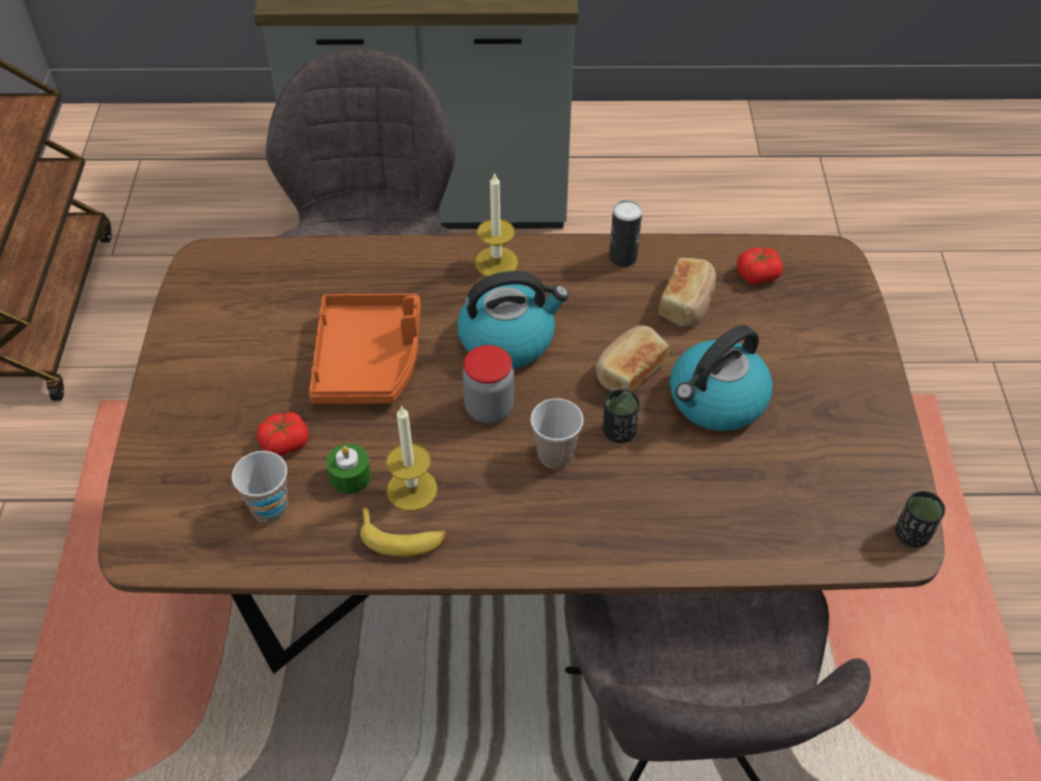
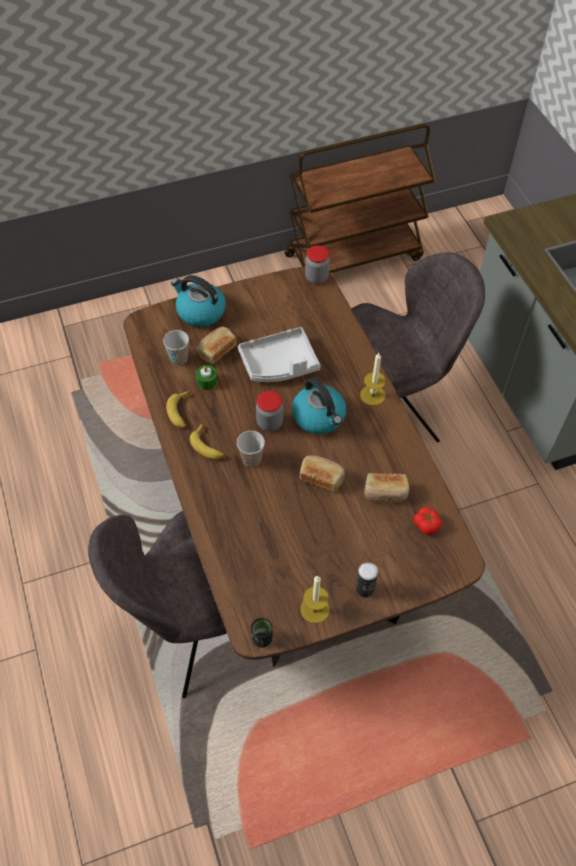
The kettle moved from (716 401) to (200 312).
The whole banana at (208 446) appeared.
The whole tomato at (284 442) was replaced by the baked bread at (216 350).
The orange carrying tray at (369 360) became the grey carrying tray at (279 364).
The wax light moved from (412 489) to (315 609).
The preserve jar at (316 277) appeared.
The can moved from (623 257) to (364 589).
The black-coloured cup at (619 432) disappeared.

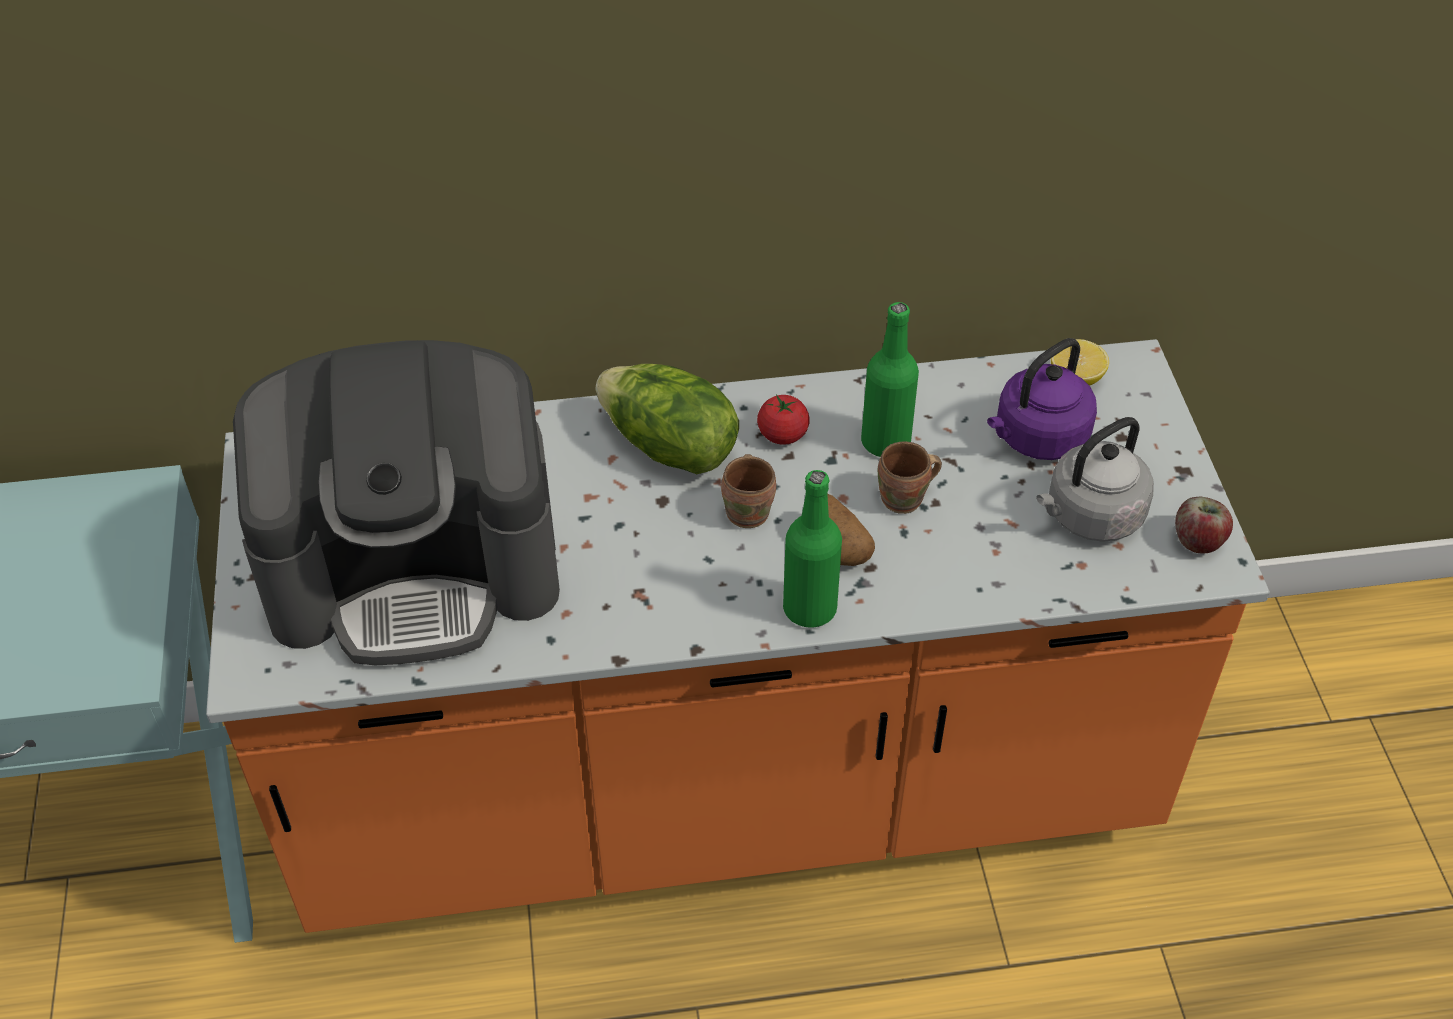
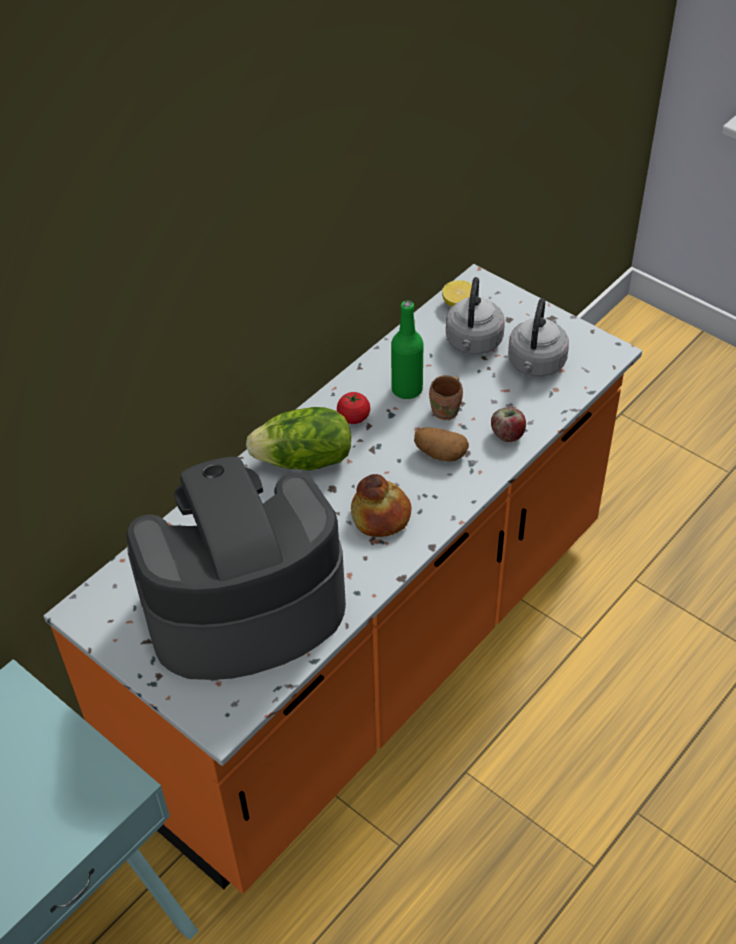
The coffee brewer at (415 565) turned 150 degrees counterclockwise.
The baked bread at (381 515) appeared.
The purple-coloured kettle at (1037 438) became the grey kettle at (473 343).
The apple fruit moved from (1198 541) to (507 435).
The brownish coffee mug at (750 512) disappeared.
The green-coloured beverage bottle at (809 608) disappeared.

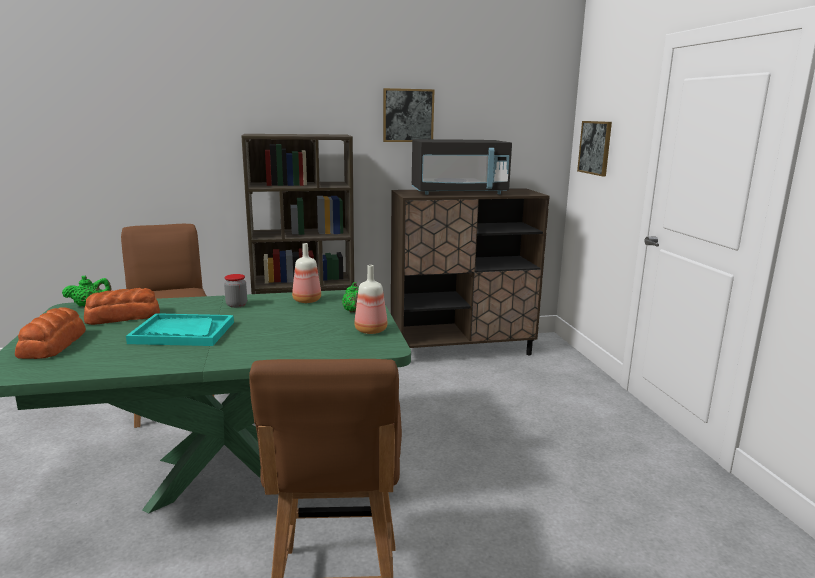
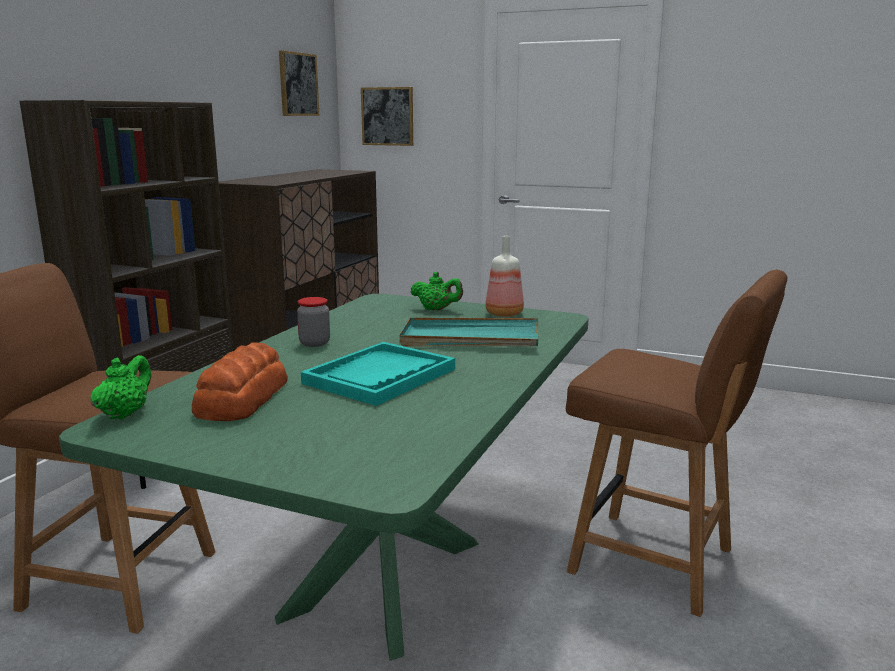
The picture moved from (408 115) to (298 84).
The turquoise-coloured carrying tray at (470 338) appeared.
The baked bread at (54 344) disappeared.
The beverage bottle at (306 300) disappeared.
The black-coloured kitchen microwave at (459 193) disappeared.

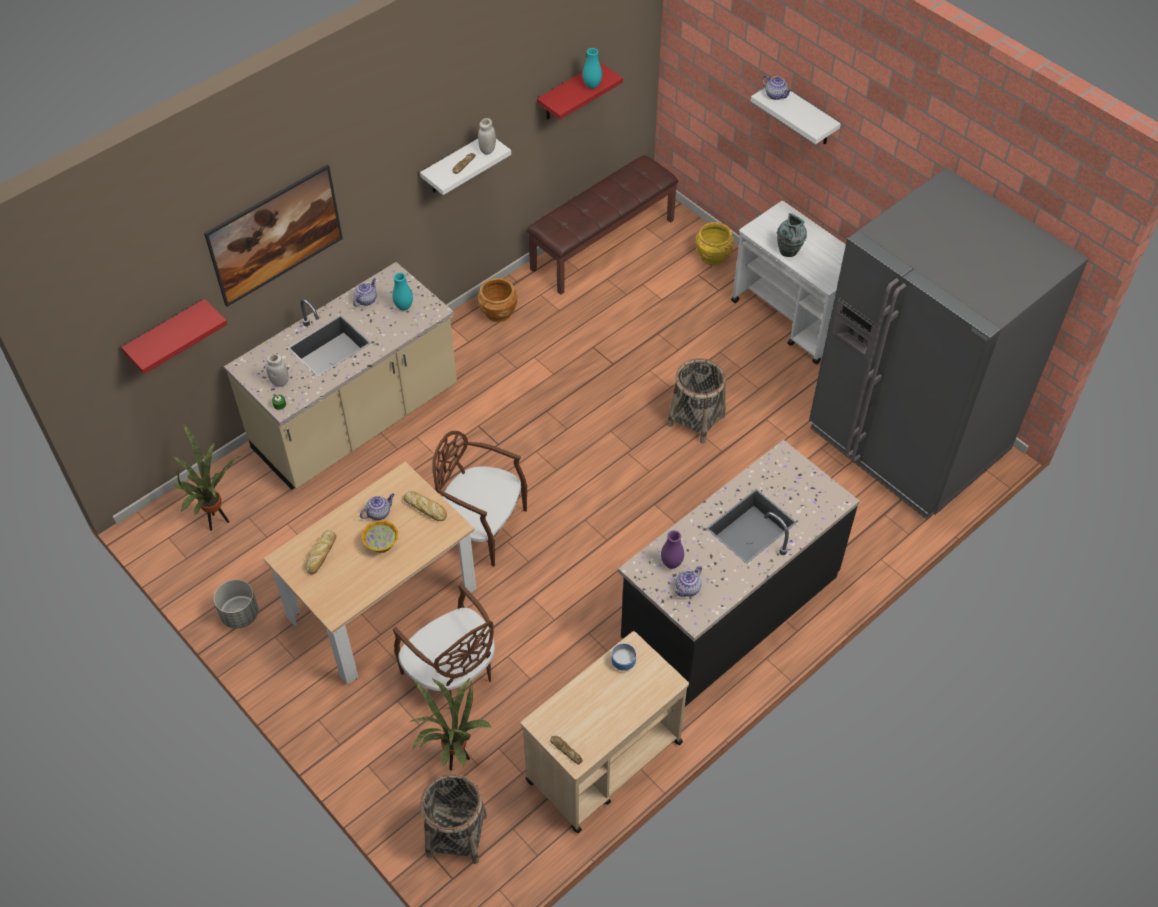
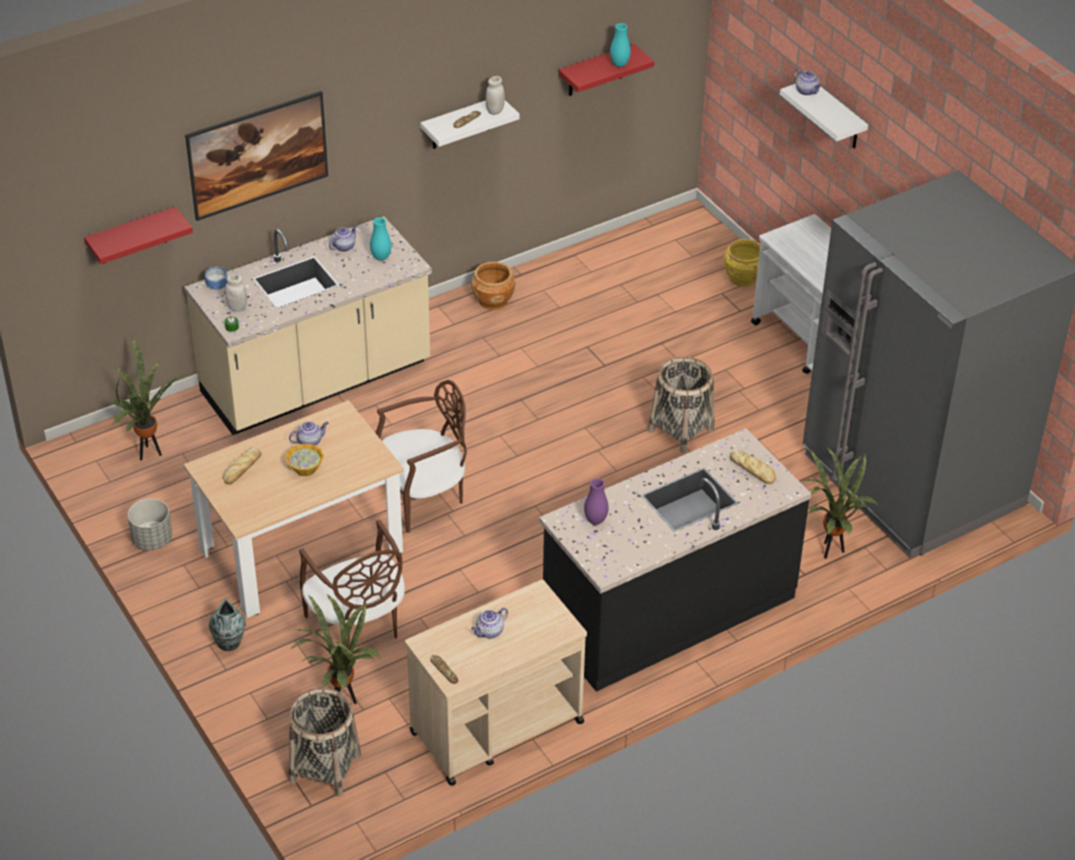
The deep dish moved from (622 662) to (216 285).
The decorative vase moved from (788 251) to (229 643).
The brownish plain chair at (482 526) turned 120 degrees clockwise.
The tea pot moved from (687 589) to (489 632).
The baked bread moved from (426 508) to (753 470).
The potted plant at (829 551) appeared.
The brownish indoor bench at (602 244) disappeared.

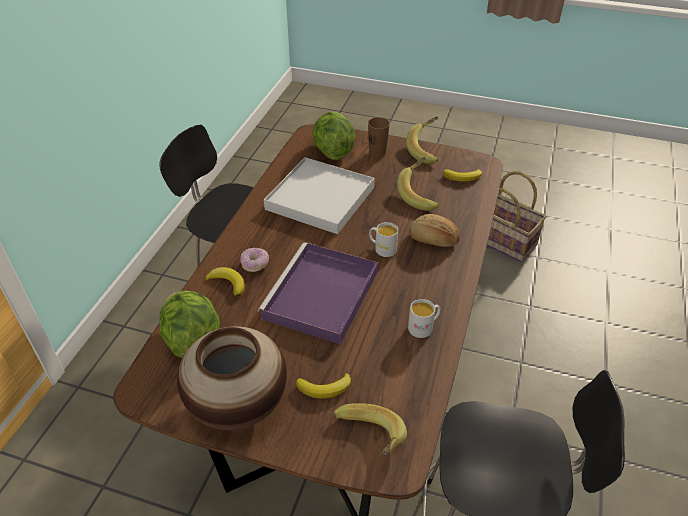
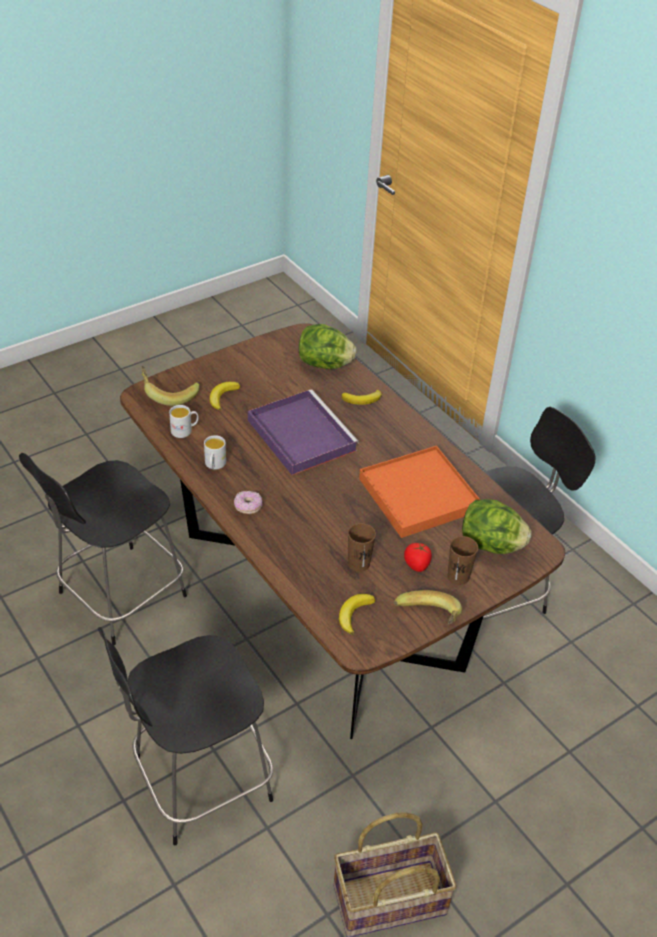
The black-coloured plain chair at (198 781) appeared.
The white-coloured coffee mug moved from (382 248) to (185 430).
The doughnut moved from (255 264) to (248 507).
The whole banana at (421 194) was replaced by the brownish cup at (359 563).
The white-coloured carrying tray at (320 198) became the orange carrying tray at (418 495).
The whole tomato at (417 564) appeared.
The decorative vase at (239 405) disappeared.
The baked bread at (433 240) disappeared.

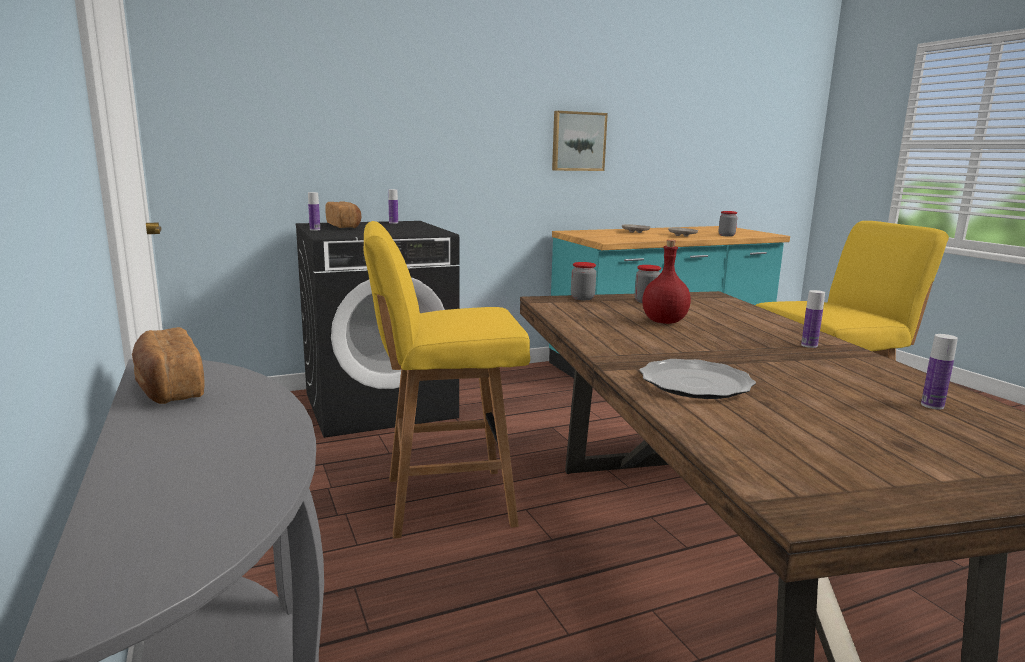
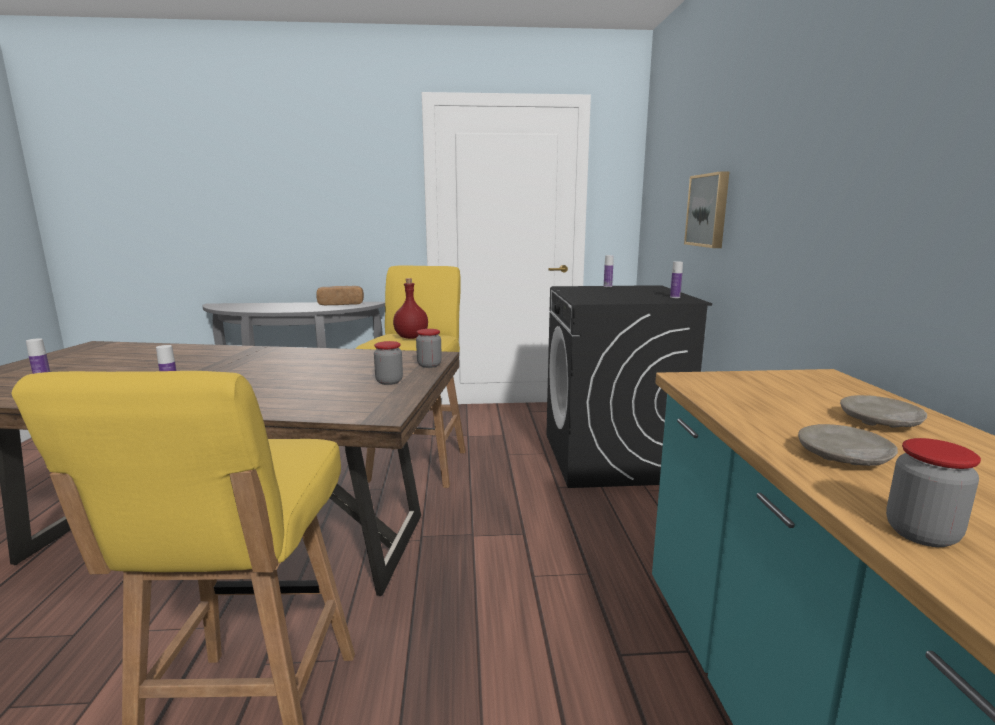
The red-coloured beverage bottle moved from (664 322) to (411 337).
The picture moved from (578 141) to (709 210).
The baked bread at (344 226) disappeared.
The plate at (695 383) disappeared.

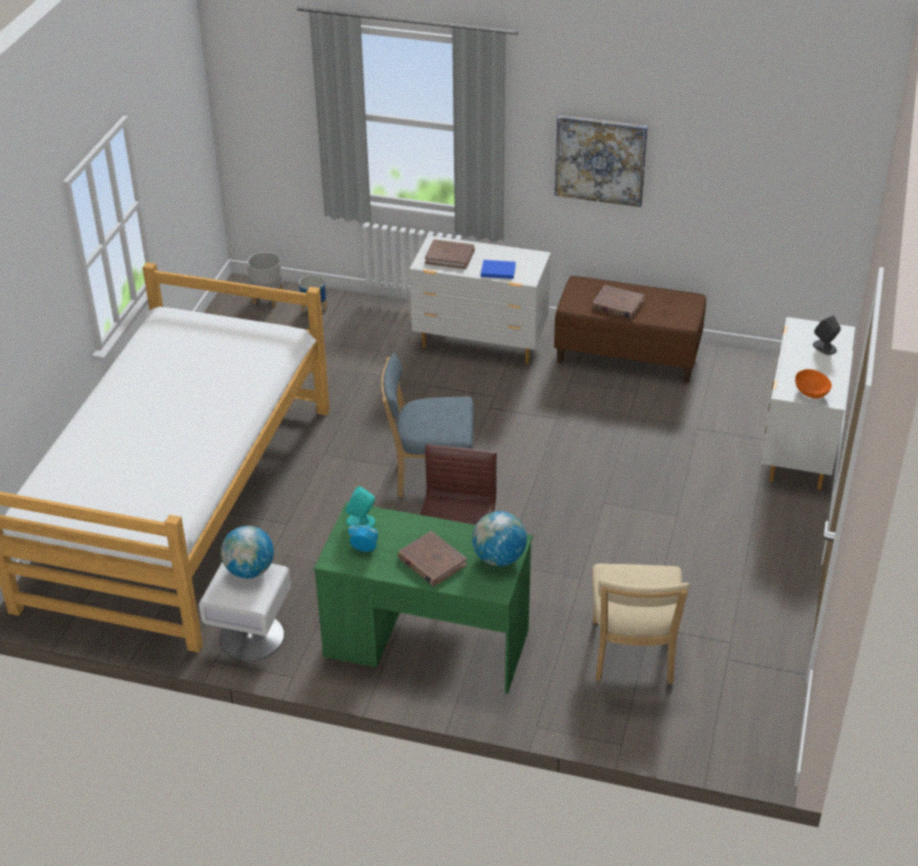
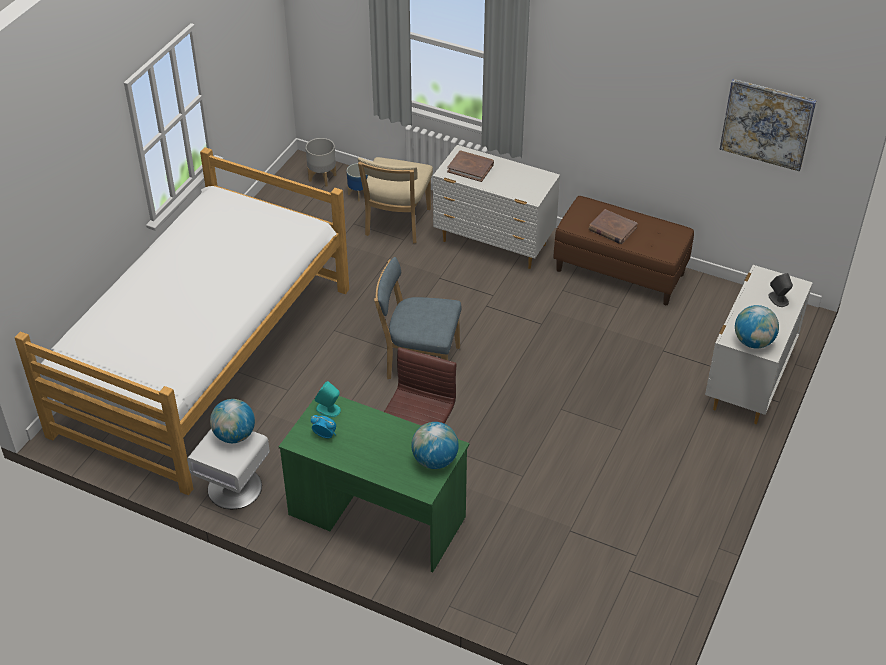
The sand-coloured plain chair moved from (632 656) to (396 224).
The picture moved from (600 160) to (767 124).
The orange deep dish at (811 393) was replaced by the world globe at (753 342).
The brownish volume at (431 561) disappeared.
The blue volume at (497 270) disappeared.

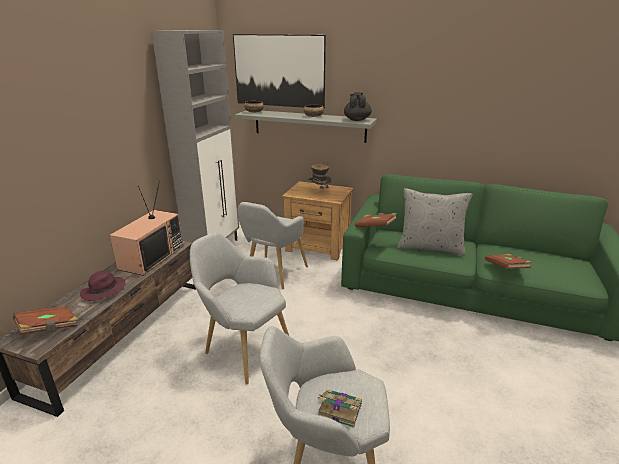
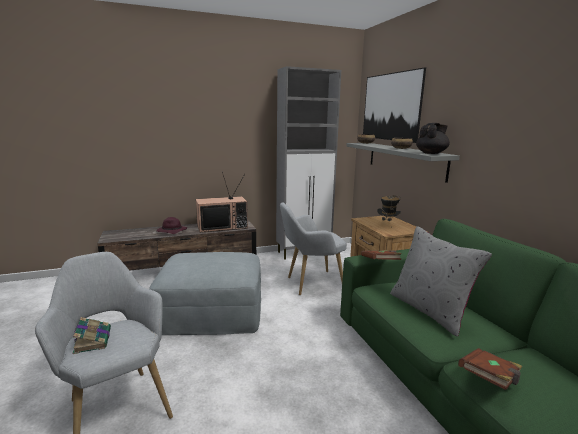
The grey easy chair at (243 348) was replaced by the grey footrest at (211 311).
The brownish volume at (49 328) disappeared.

